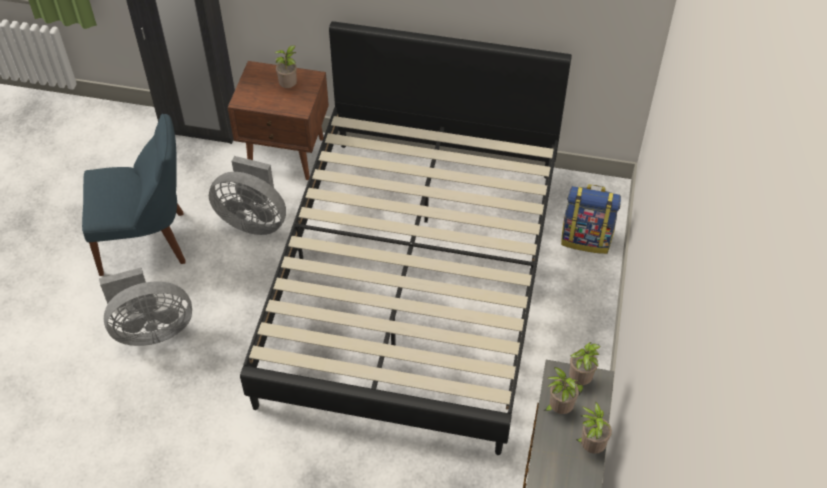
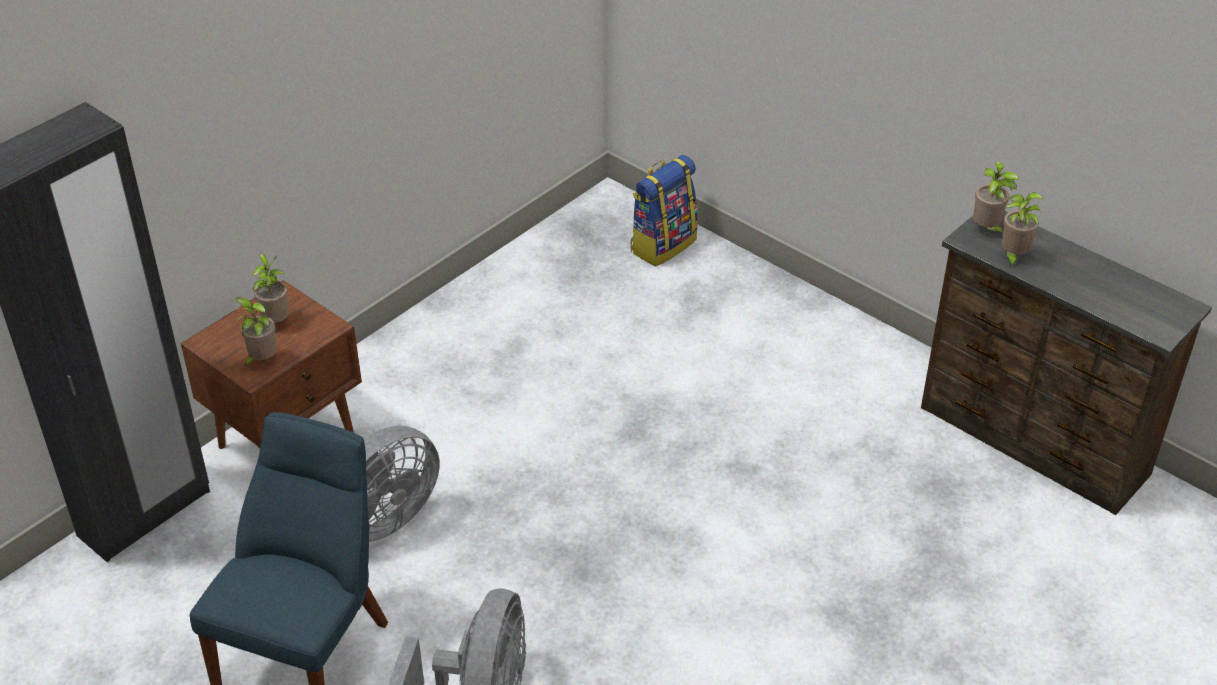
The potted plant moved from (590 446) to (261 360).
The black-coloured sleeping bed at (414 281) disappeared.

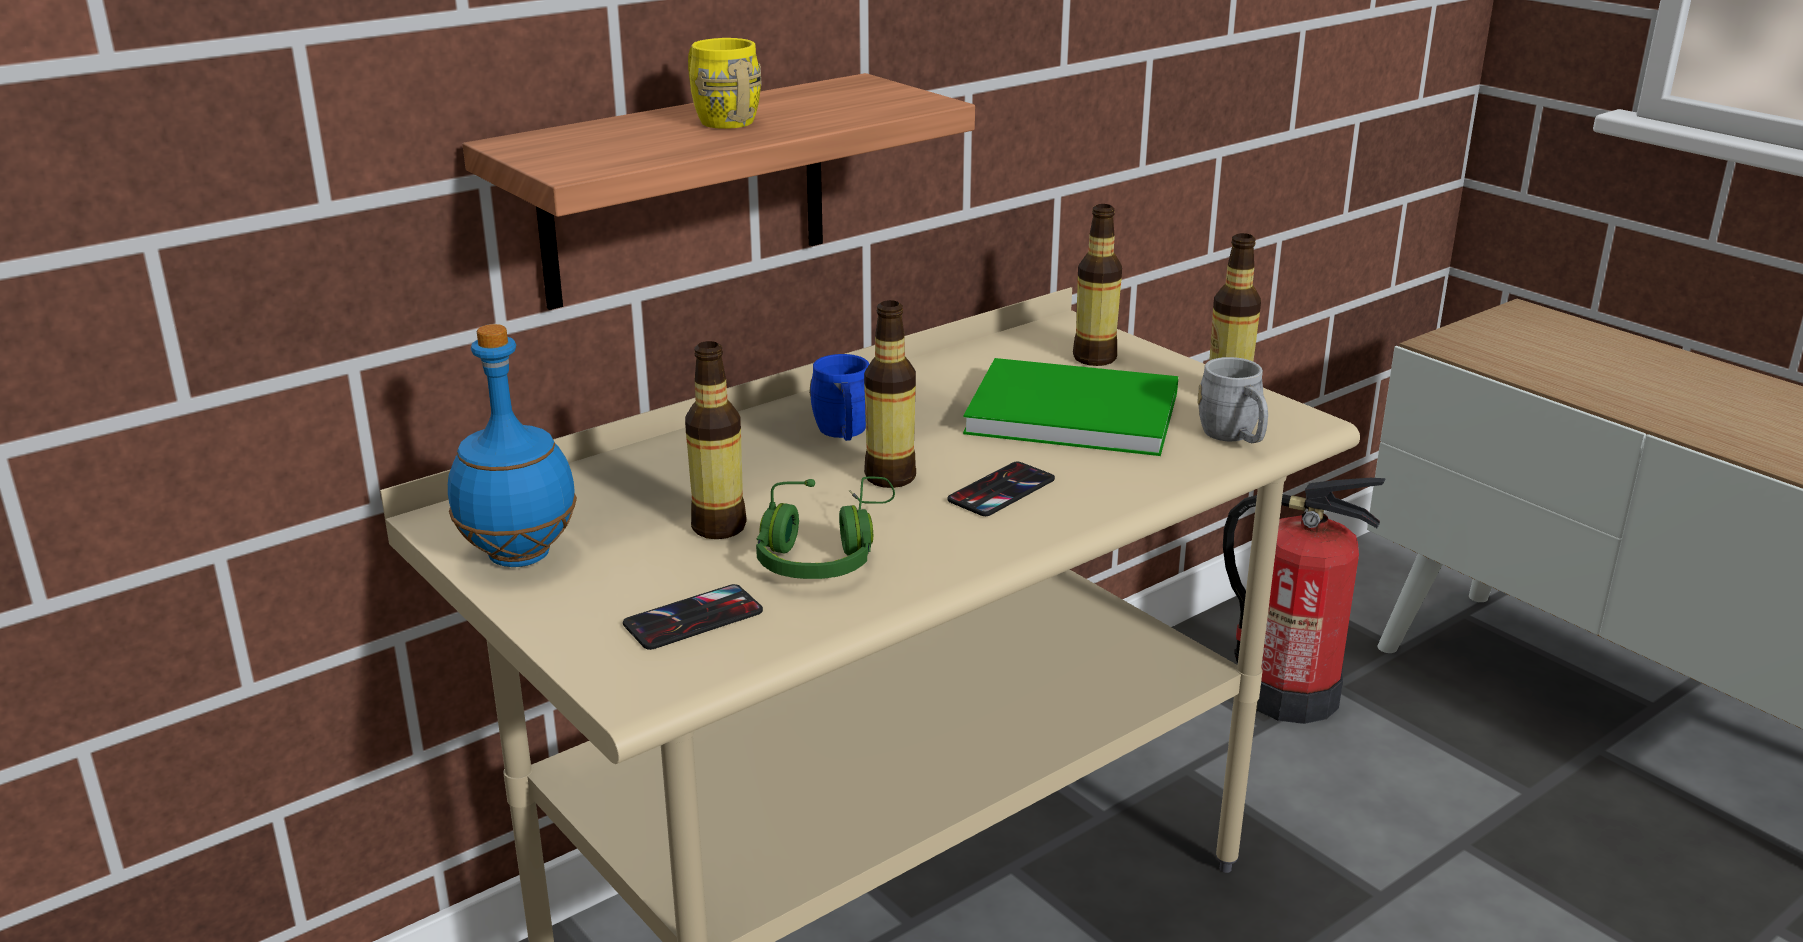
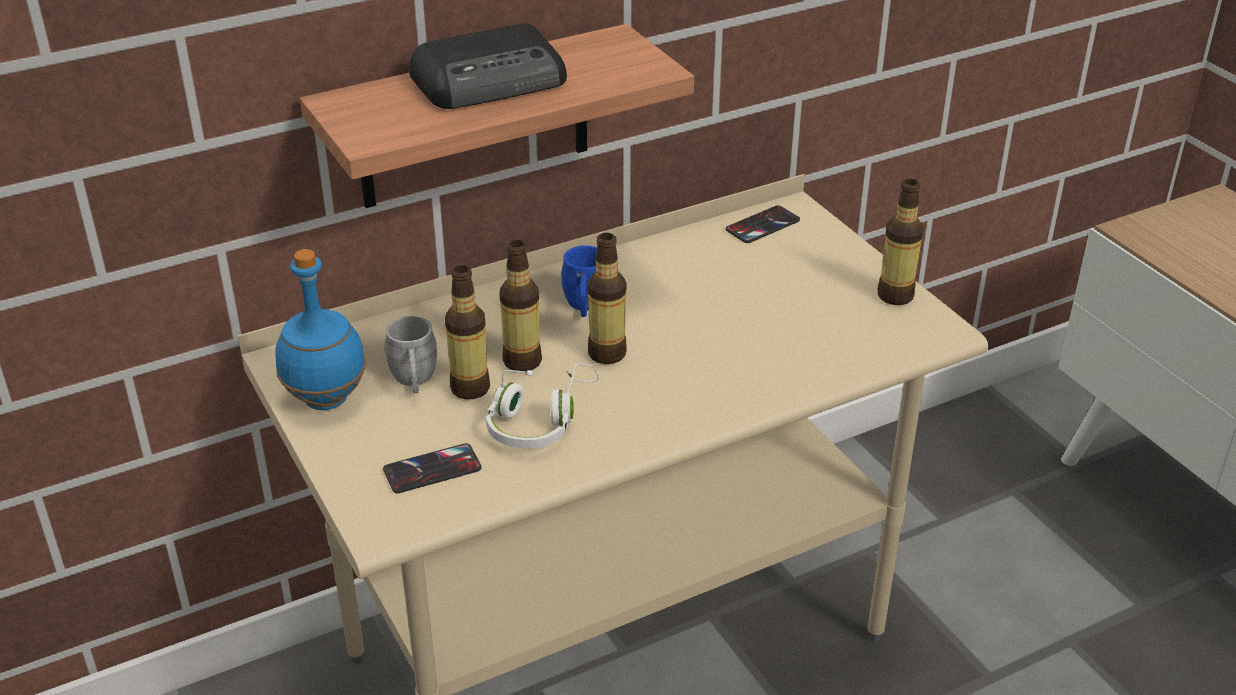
The grey coffee mug moved from (1234 437) to (414 381).
The yellow-coloured coffee mug at (719 118) was replaced by the radio set at (492 81).
The green-coloured headset at (825 552) became the white-coloured headset at (539 420).
The beverage bottle moved from (1094 358) to (522 361).
The telephone moved from (1001 490) to (762 225).
The green-coloured volume at (1067 410) disappeared.
The extinguisher at (1288 694) disappeared.

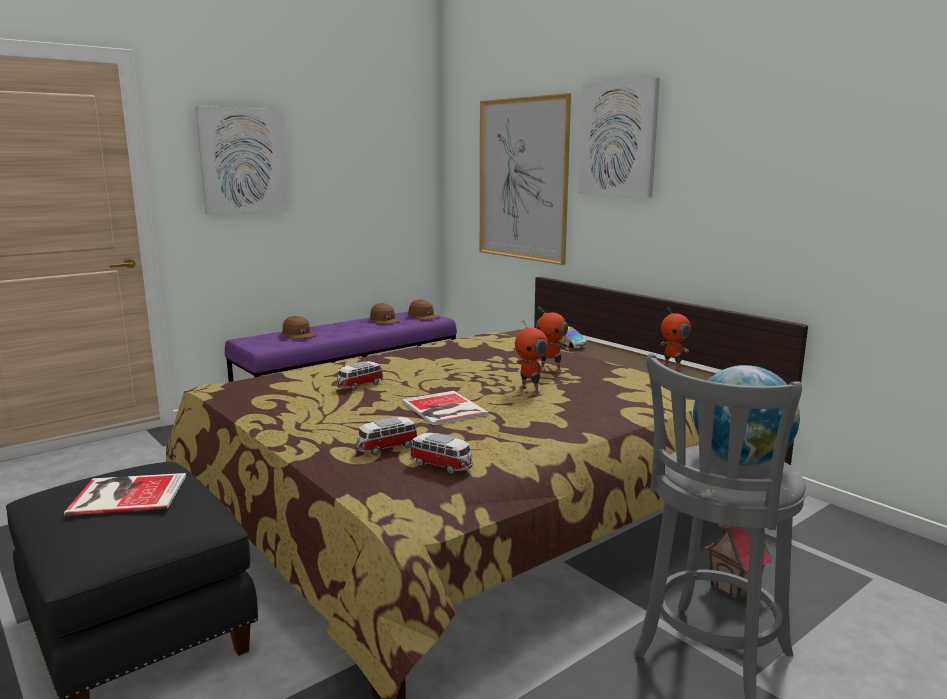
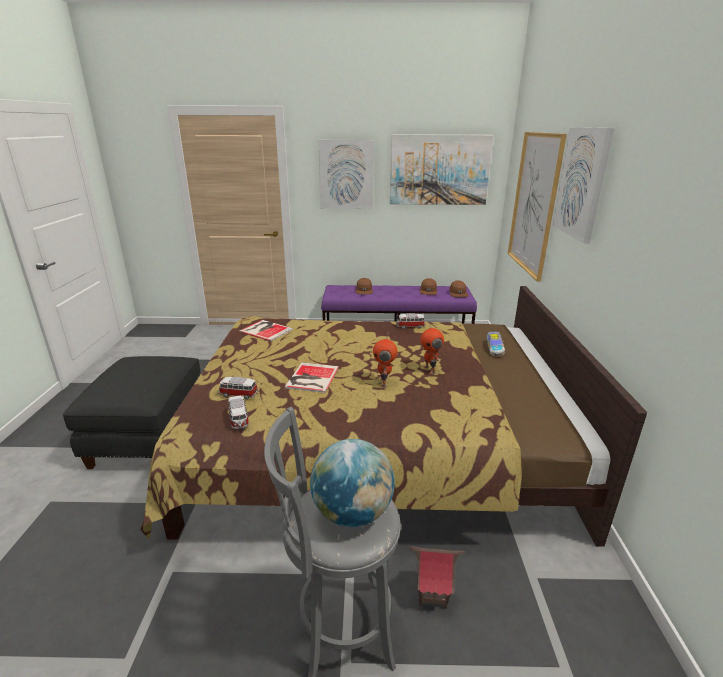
The volume moved from (126 494) to (266 330).
The picture at (439 170) appeared.
The miniature car moved from (359 386) to (410 326).
The robot figure at (672 368) disappeared.

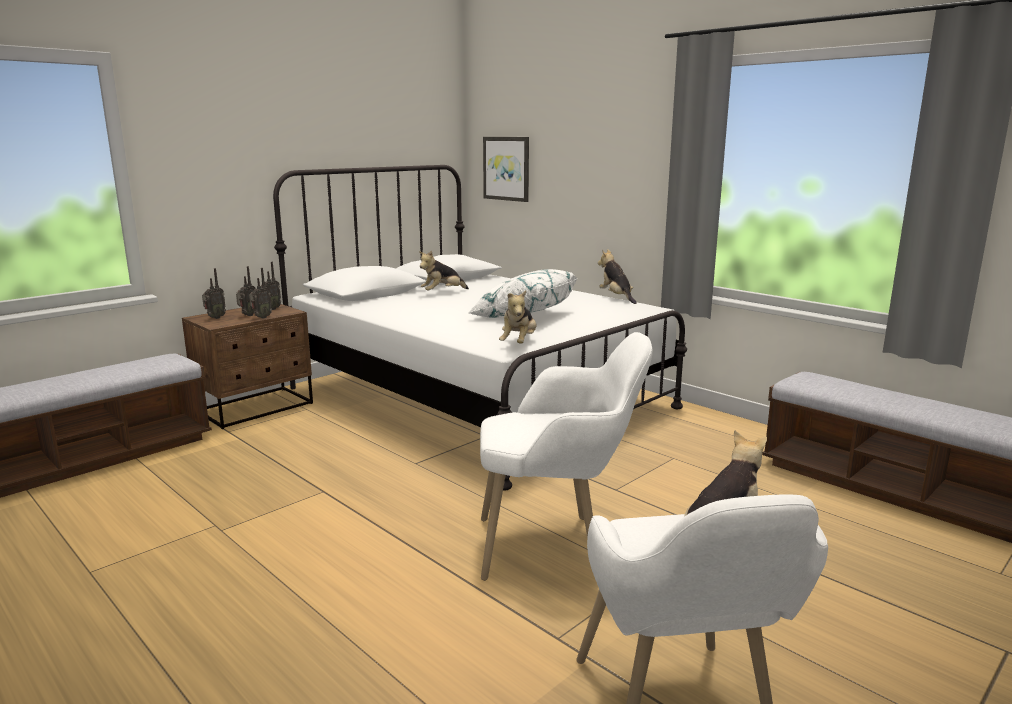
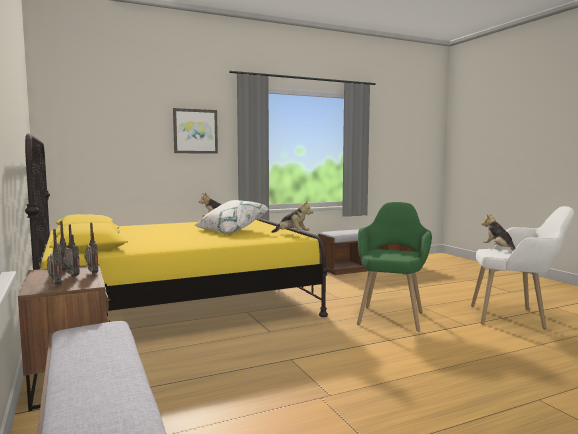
The white-coloured sleeping bed at (477 397) became the yellow-coloured sleeping bed at (178 306).
The picture moved from (506 168) to (195 131).
The white-coloured easy chair at (557 547) became the green-coloured easy chair at (391 315).
The cuddly toy at (442 292) disappeared.

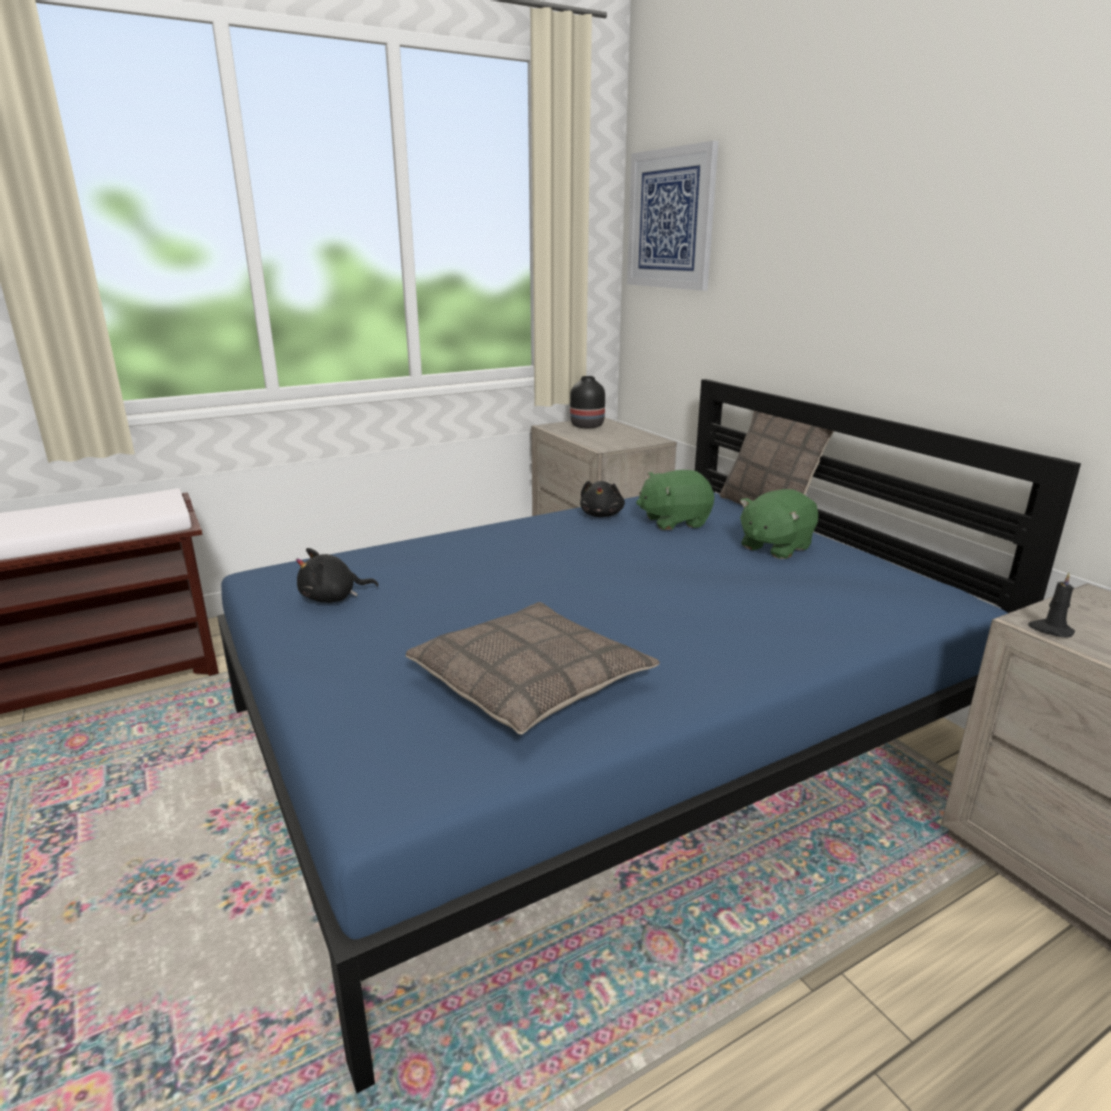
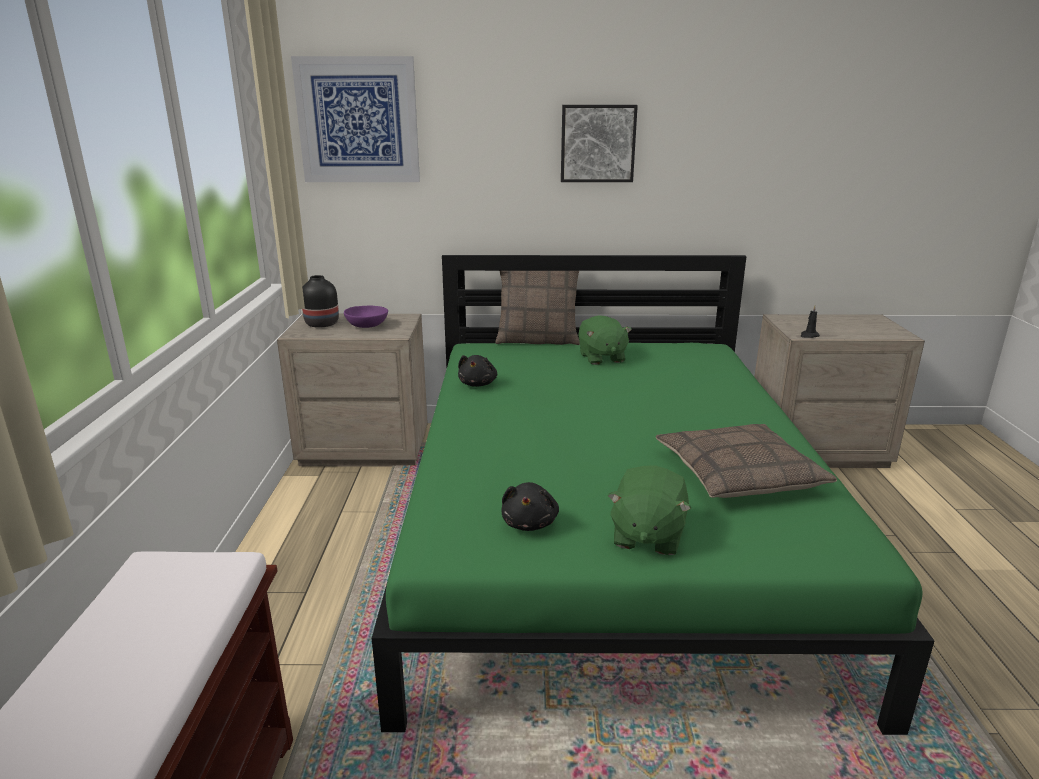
The purple-coloured deep dish at (367 326) appeared.
The blue sleeping bed at (598 731) became the green-coloured sleeping bed at (607 532).
The black-coloured cuddly toy at (602 515) turned 60 degrees clockwise.
The picture at (597 143) appeared.
The green-coloured cuddly toy moved from (674 521) to (646 535).

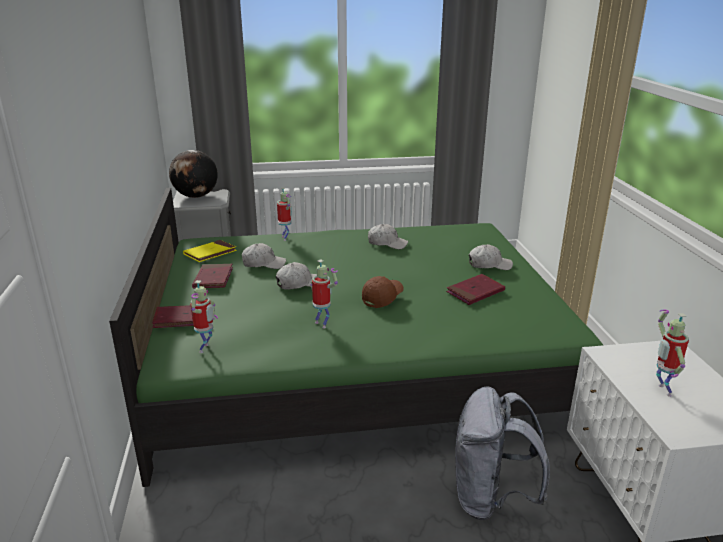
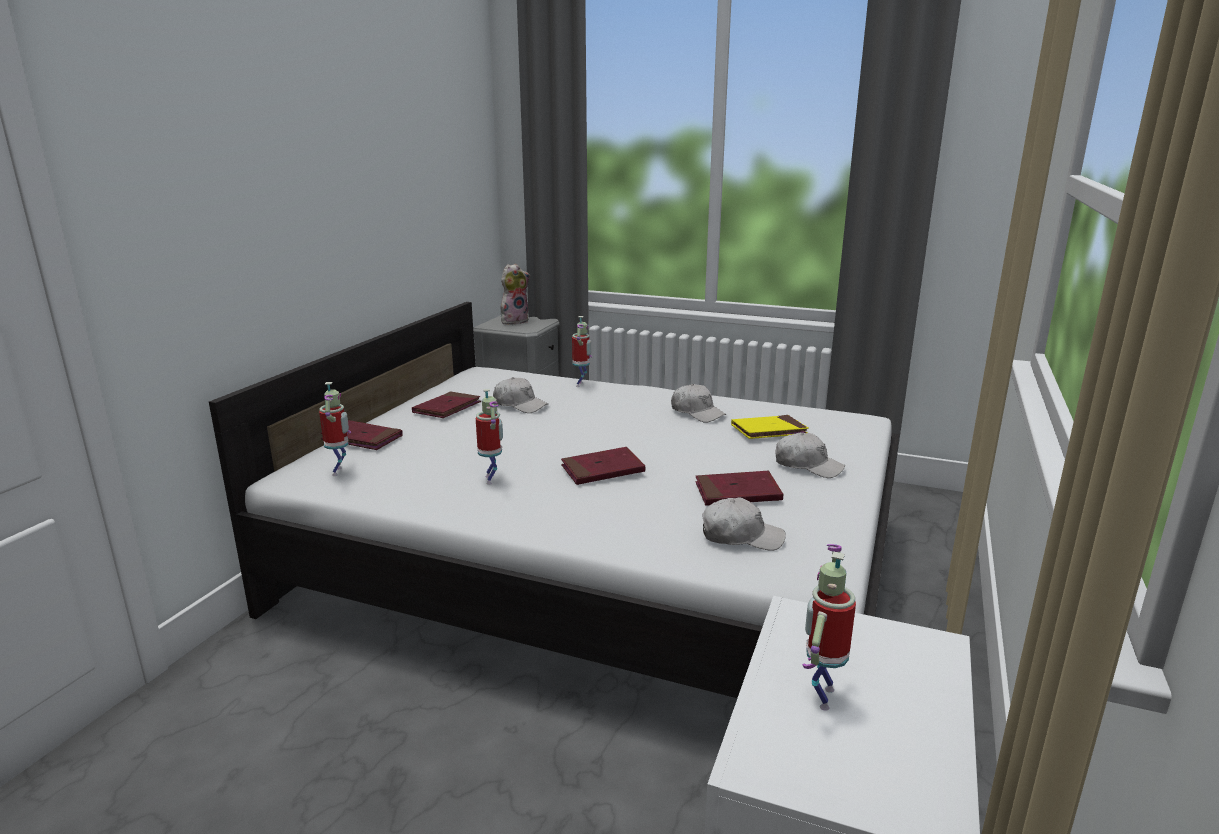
The green-coloured sleeping bed at (356 364) became the white-coloured sleeping bed at (600 566).
The robot figure at (206 349) turned 45 degrees counterclockwise.
The world globe at (196 196) was replaced by the cuddly toy at (514 321).
The brownish peaked cap at (382 298) was replaced by the red-coloured volume at (602 470).
The white-coloured peaked cap moved from (299 283) to (741 537).
The yellow-coloured volume moved from (210 253) to (769 430).
The grey knapsack at (491 498) disappeared.

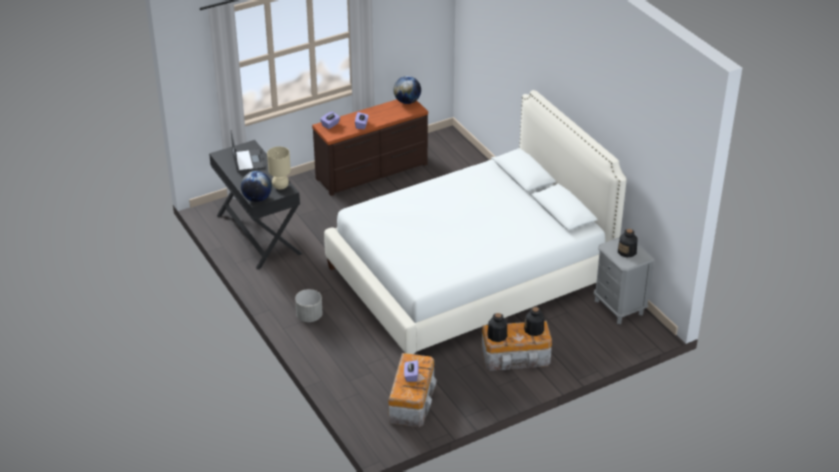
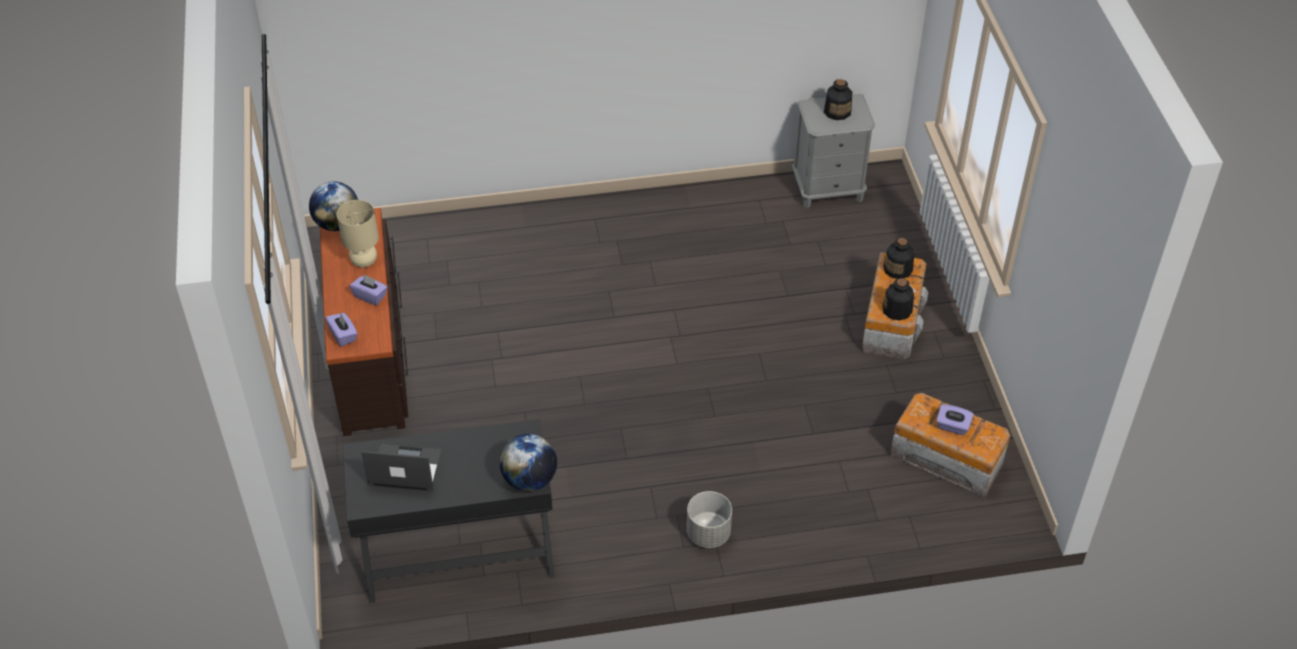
The sand-coloured table lamp moved from (281 186) to (364 261).
The white-coloured sleeping bed at (470 276) disappeared.

